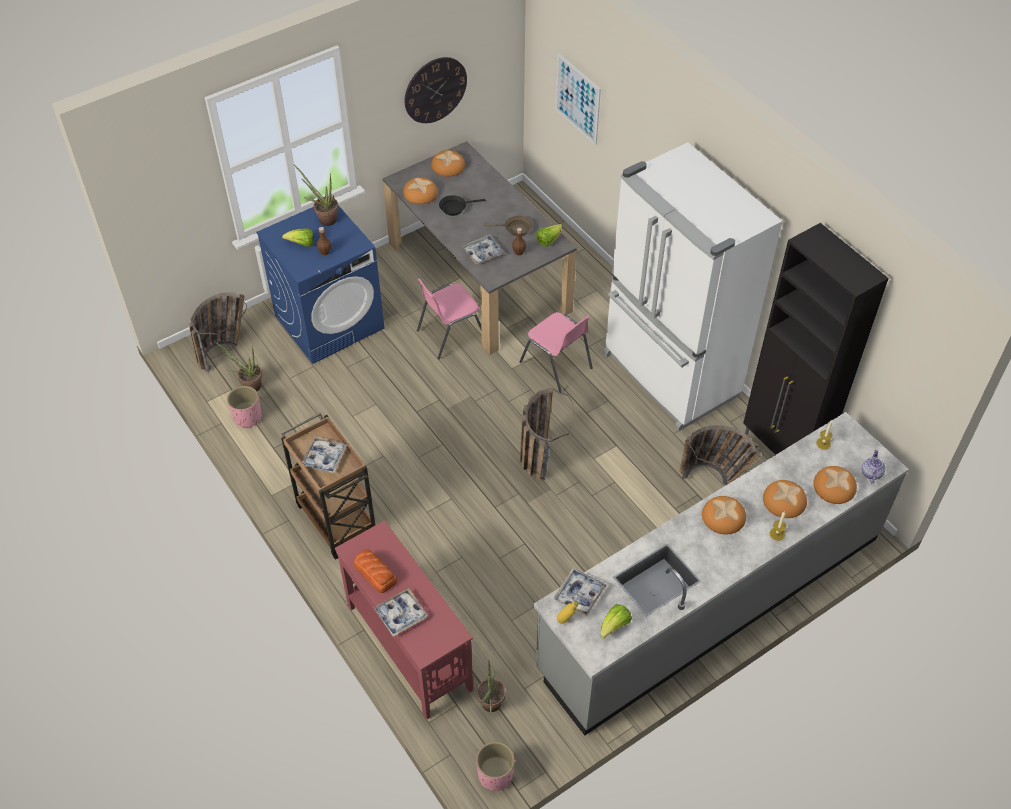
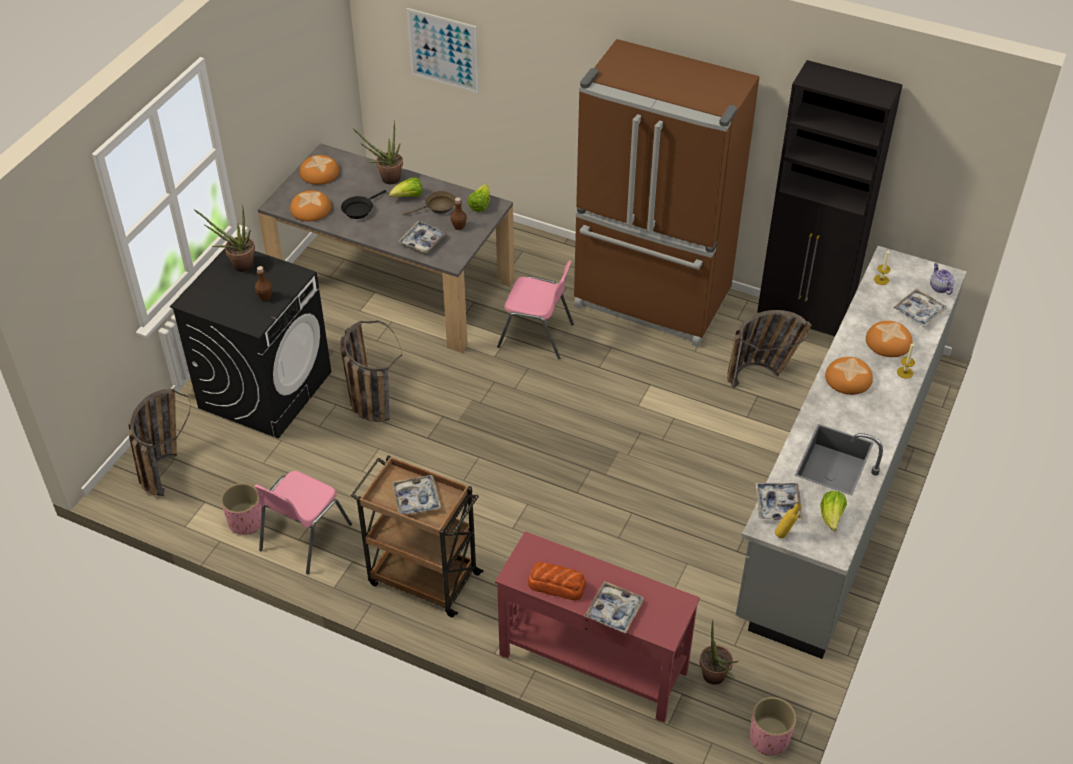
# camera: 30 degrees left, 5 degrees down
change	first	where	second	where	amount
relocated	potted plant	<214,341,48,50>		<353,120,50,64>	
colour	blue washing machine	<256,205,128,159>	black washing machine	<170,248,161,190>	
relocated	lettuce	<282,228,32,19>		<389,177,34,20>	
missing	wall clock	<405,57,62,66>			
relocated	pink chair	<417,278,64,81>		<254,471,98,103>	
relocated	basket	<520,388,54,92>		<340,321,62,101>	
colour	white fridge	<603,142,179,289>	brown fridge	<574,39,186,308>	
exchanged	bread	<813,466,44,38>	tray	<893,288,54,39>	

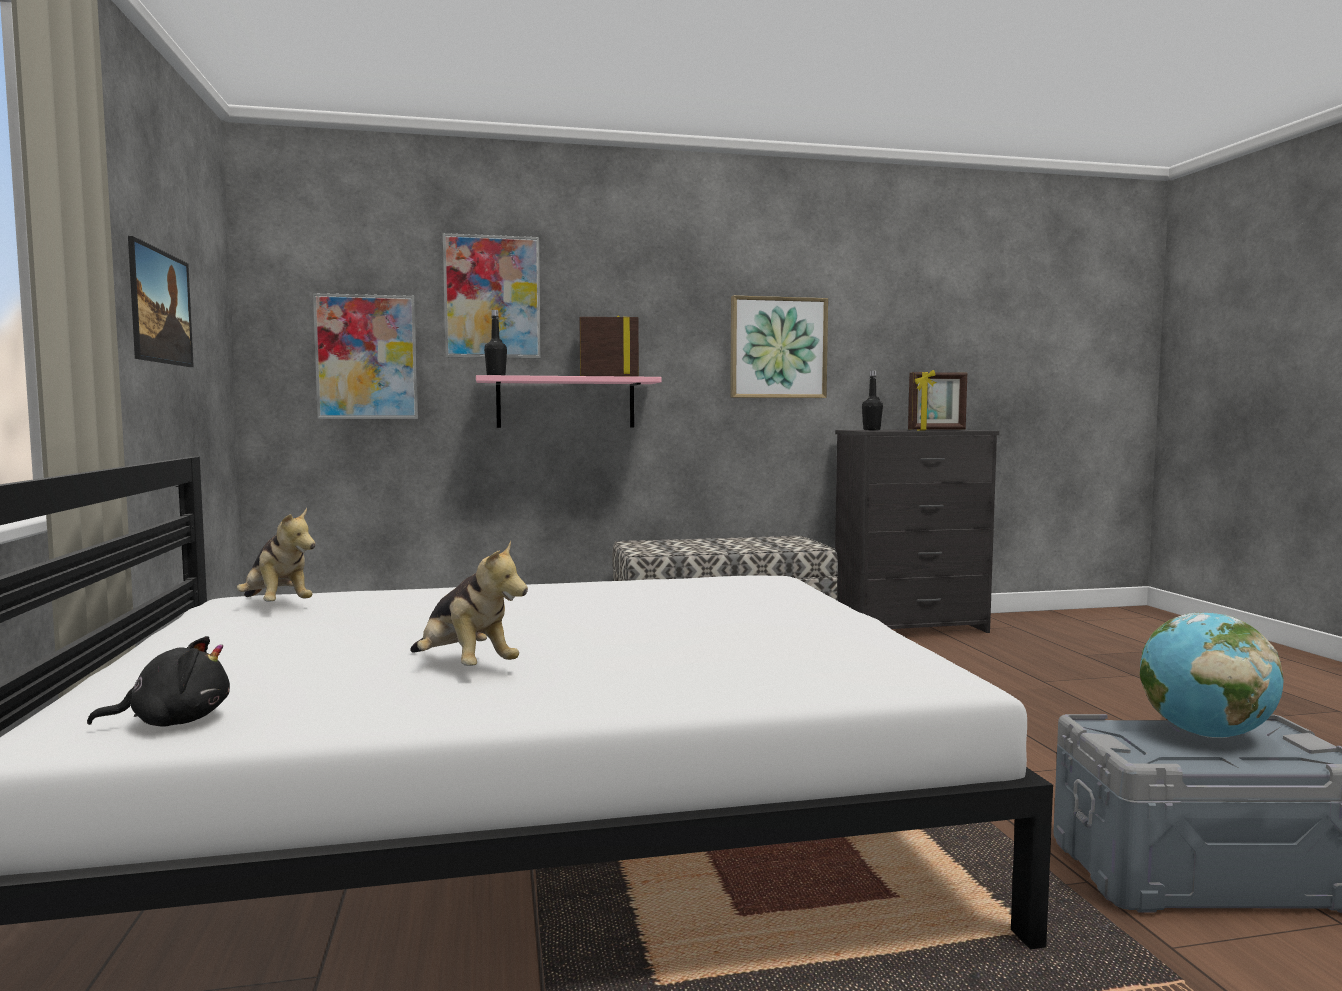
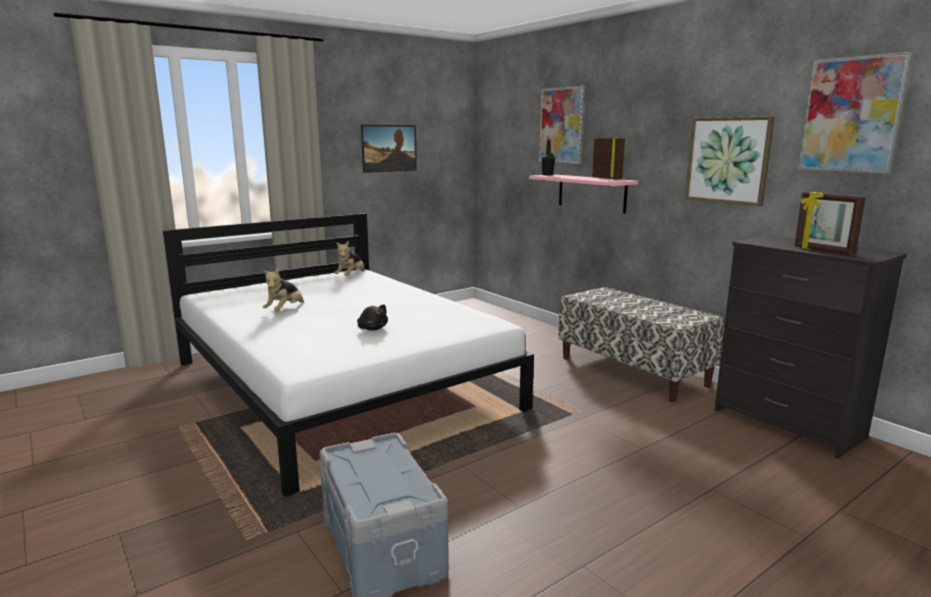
# camera: 65 degrees right, 10 degrees up
change	first	where	second	where	amount
relocated	black plush toy	<87,636,143,91>		<357,304,31,27>	
relocated	picture	<313,293,105,126>		<798,52,115,122>	
missing	black bottle	<862,371,21,59>			
missing	globe	<1140,613,144,125>			

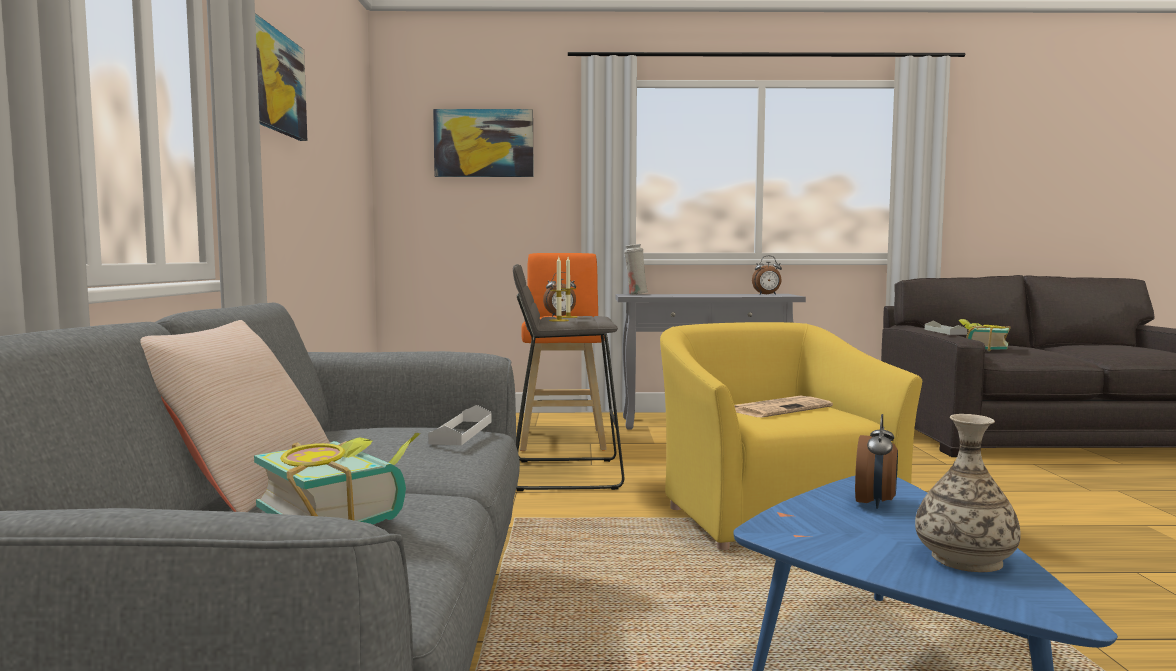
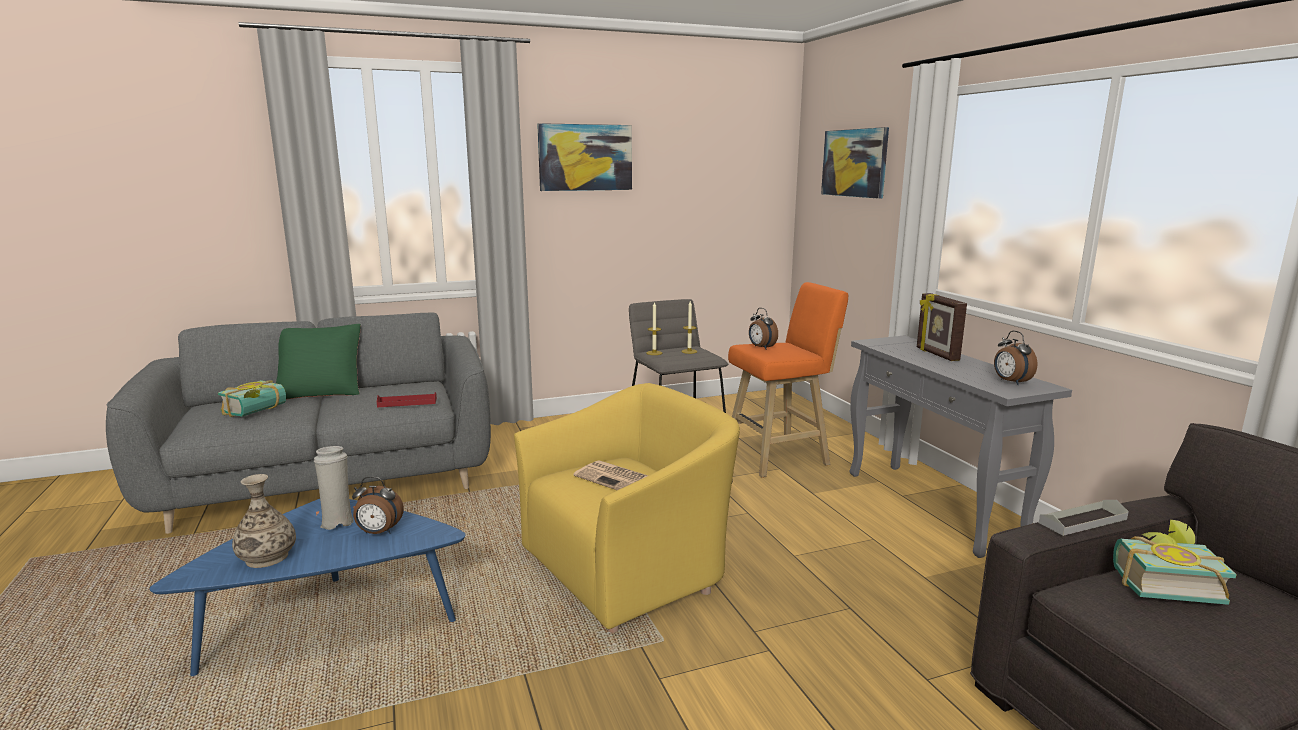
# camera: 70 degrees right, 10 degrees up
change	first	where	second	where	amount
colour	beige pillow	<140,320,190,192>	green pillow	<276,324,85,76>	
colour	white tray	<428,405,64,40>	red tray	<377,392,60,16>	
relocated	white vase	<624,244,24,50>		<314,446,40,84>	
appeared			picture frame	<917,293,50,68>	

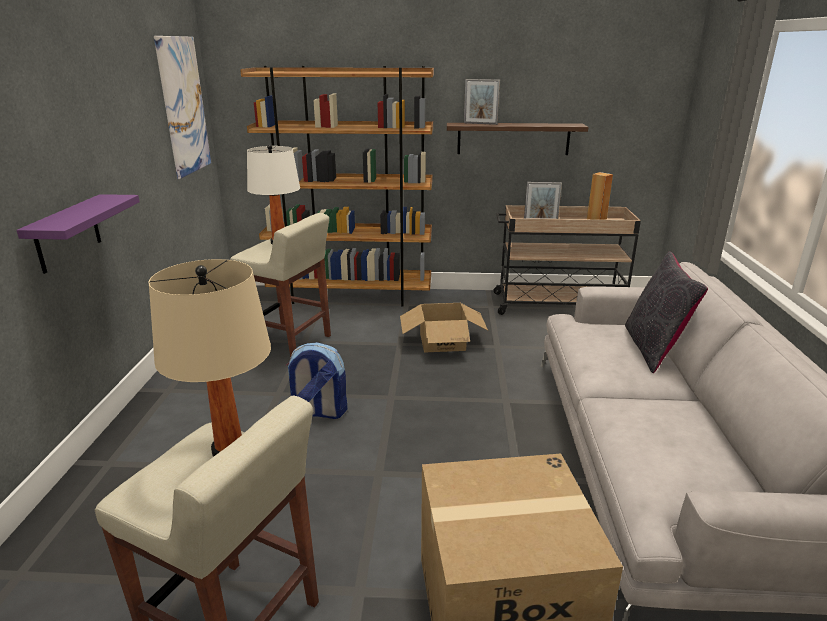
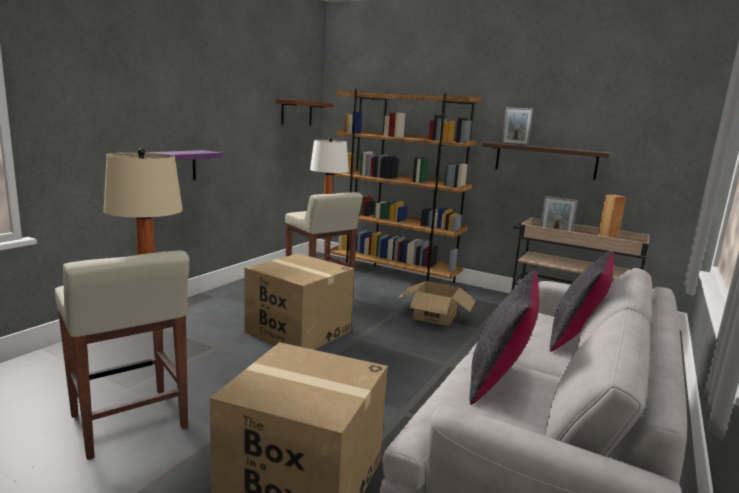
# camera: 25 degrees right, 10 degrees down
change	first	where	second	where	amount
exchanged	picture	<154,36,57,143>	brown shelf	<276,99,57,26>	
exchanged	backpack	<286,342,61,77>	cardboard box	<244,253,110,97>	
appeared			black pillow	<470,270,69,135>	

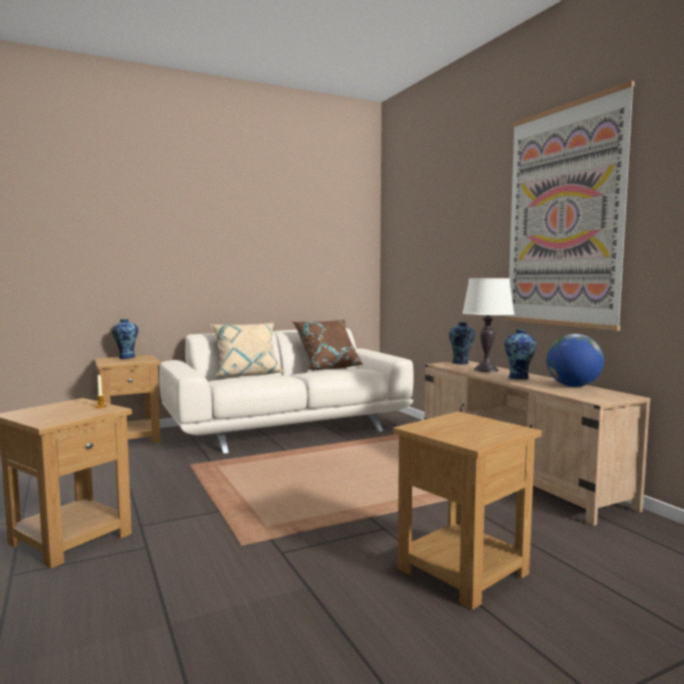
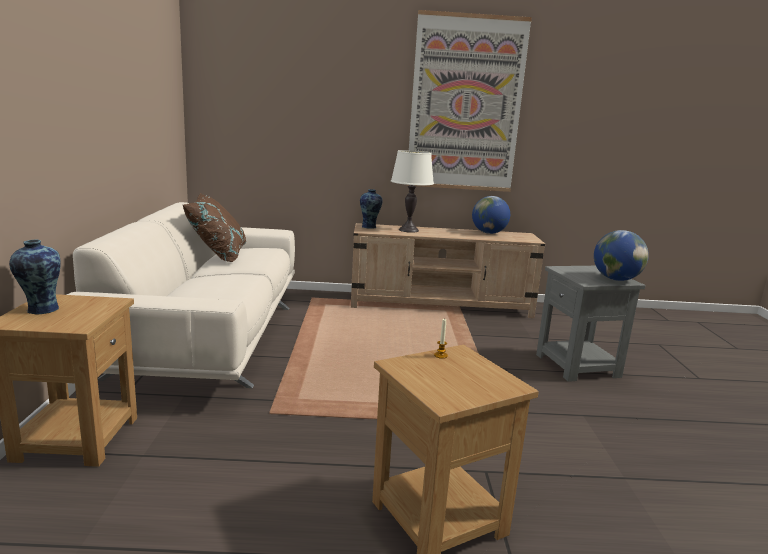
# camera: 65 degrees left, 10 degrees up
change	first	where	second	where	amount
missing	beige pillow	<210,323,75,54>			
colour	brown side table	<393,411,149,199>	grey side table	<536,266,110,116>	
missing	vase	<505,329,32,51>			
appeared			globe	<594,230,55,51>	

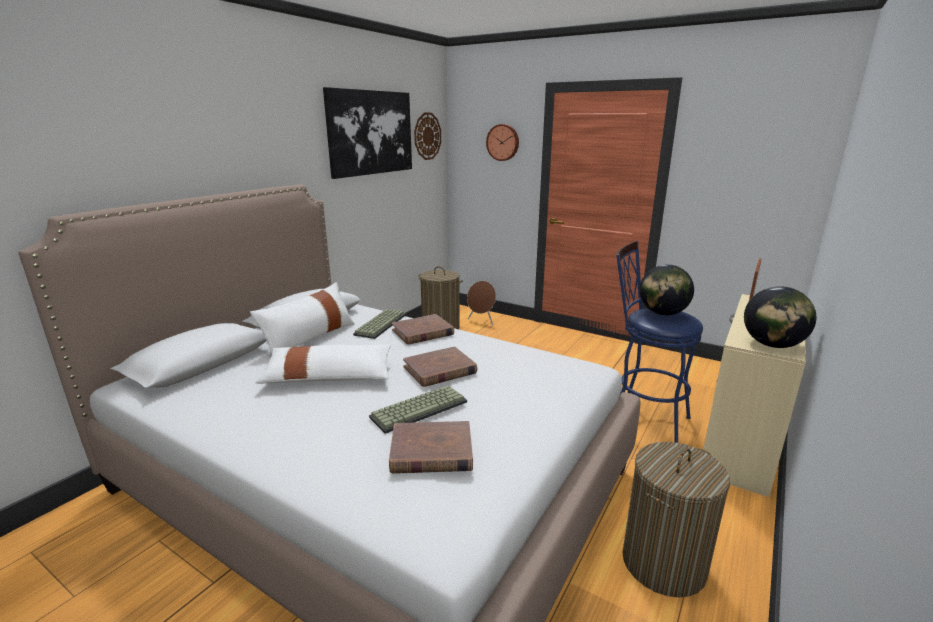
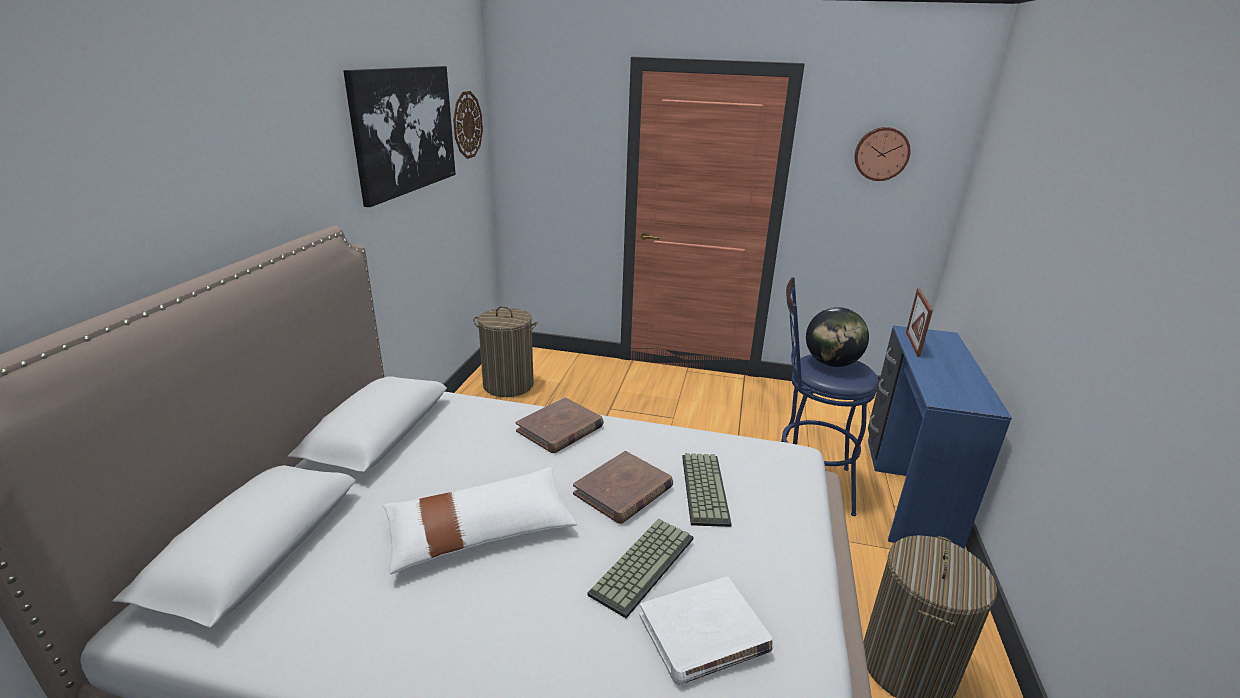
# camera: 20 degrees left, 5 degrees up
change	first	where	second	where	amount
missing	white pillow	<250,282,105,72>			
relocated	keyboard	<353,309,53,30>		<682,453,50,74>	
colour	brown book	<389,421,84,53>	white book	<640,576,133,109>	
missing	brown speaker	<467,281,29,44>			
relocated	wall clock	<486,124,33,37>		<855,127,55,54>	
colour	beige desk	<703,294,103,203>	blue desk	<868,325,144,223>	
missing	globe	<744,286,72,62>			

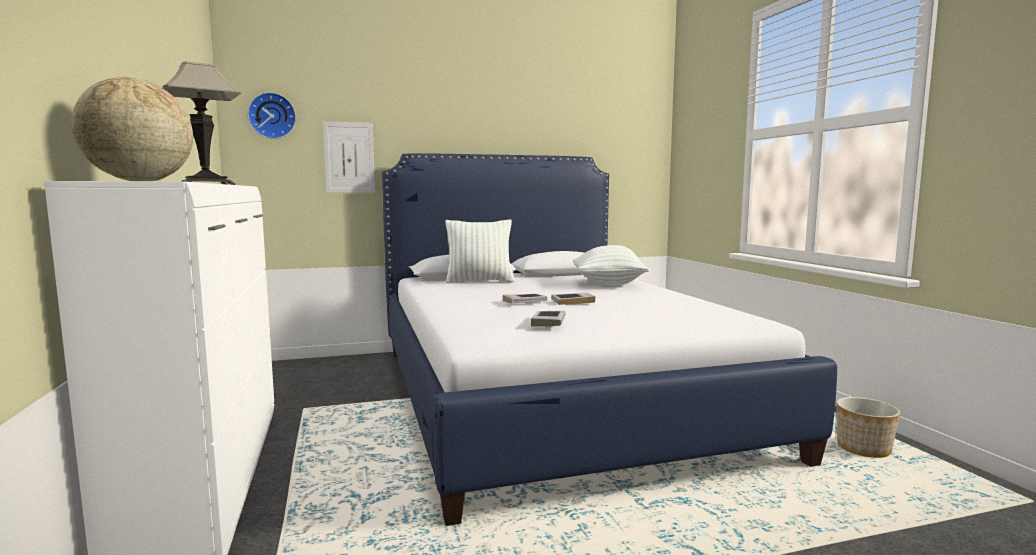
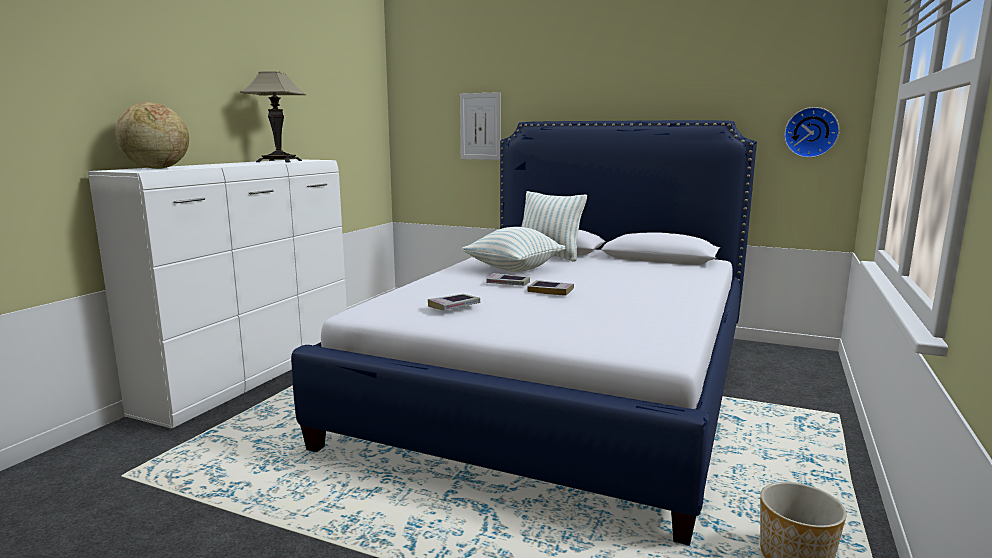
# camera: 40 degrees right, 5 degrees up
change	first	where	second	where	amount
relocated	wall clock	<247,92,49,47>		<784,107,56,51>	
relocated	pillow	<573,245,77,40>		<462,227,103,45>	

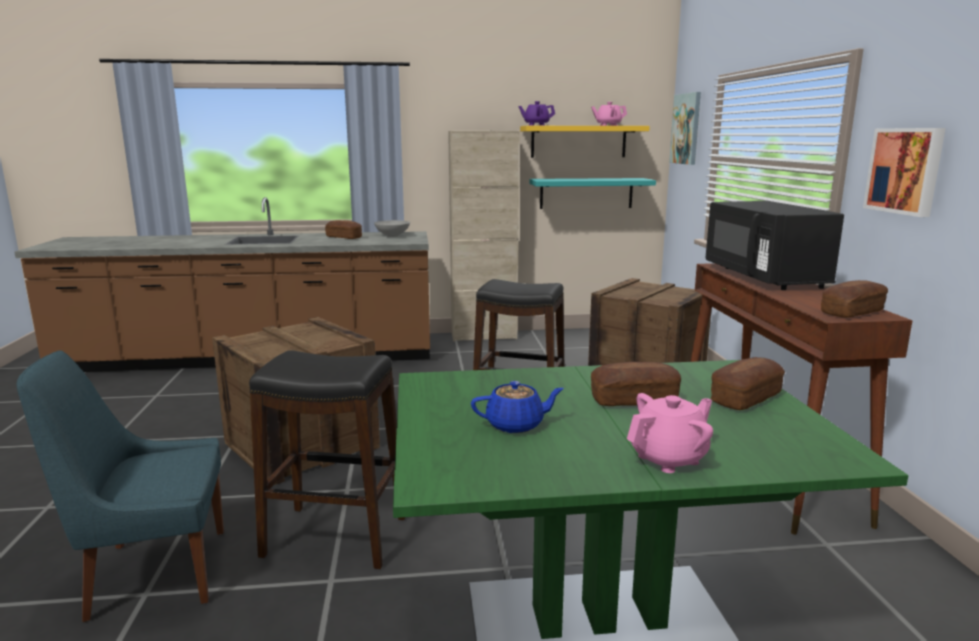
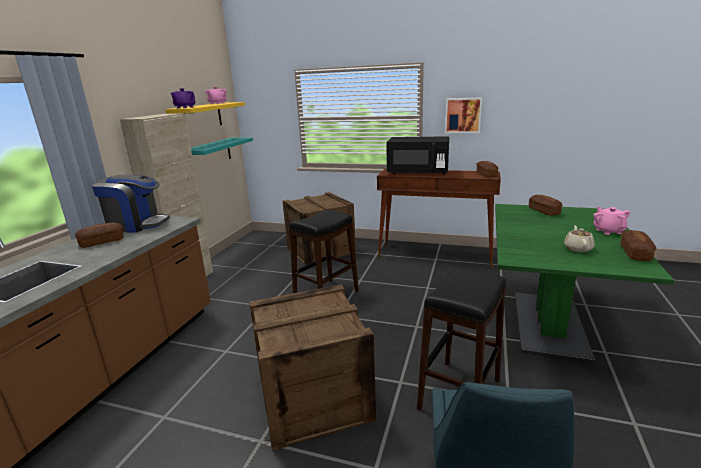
# camera: 65 degrees left, 5 degrees up
change	first	where	second	where	amount
exchanged	grey bowl	<374,220,36,17>	coffee machine	<92,175,78,58>	
colour	blue teapot	<471,381,93,52>	beige teapot	<564,226,31,26>	
relocated	bread	<591,362,90,44>		<620,230,36,31>	
missing	picture	<669,92,32,73>			

